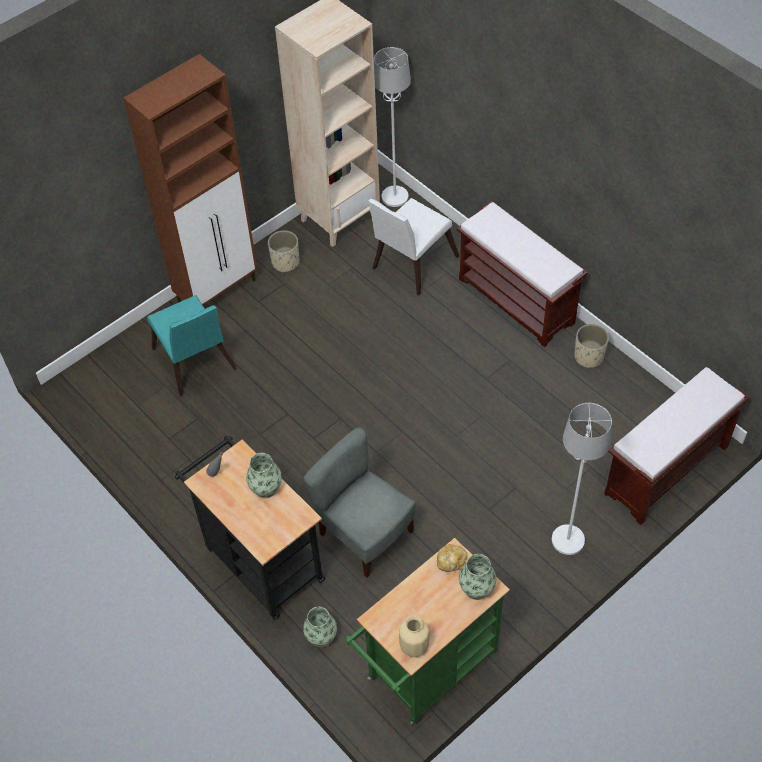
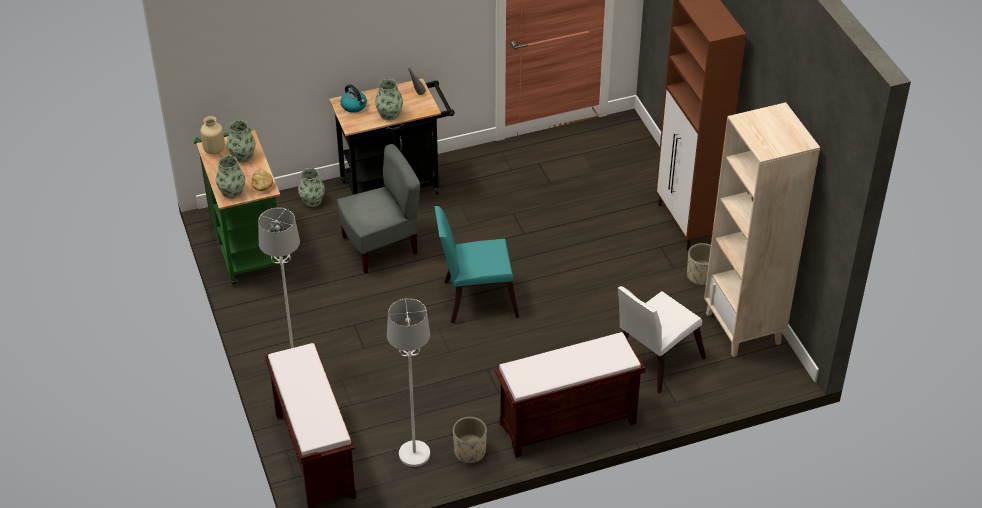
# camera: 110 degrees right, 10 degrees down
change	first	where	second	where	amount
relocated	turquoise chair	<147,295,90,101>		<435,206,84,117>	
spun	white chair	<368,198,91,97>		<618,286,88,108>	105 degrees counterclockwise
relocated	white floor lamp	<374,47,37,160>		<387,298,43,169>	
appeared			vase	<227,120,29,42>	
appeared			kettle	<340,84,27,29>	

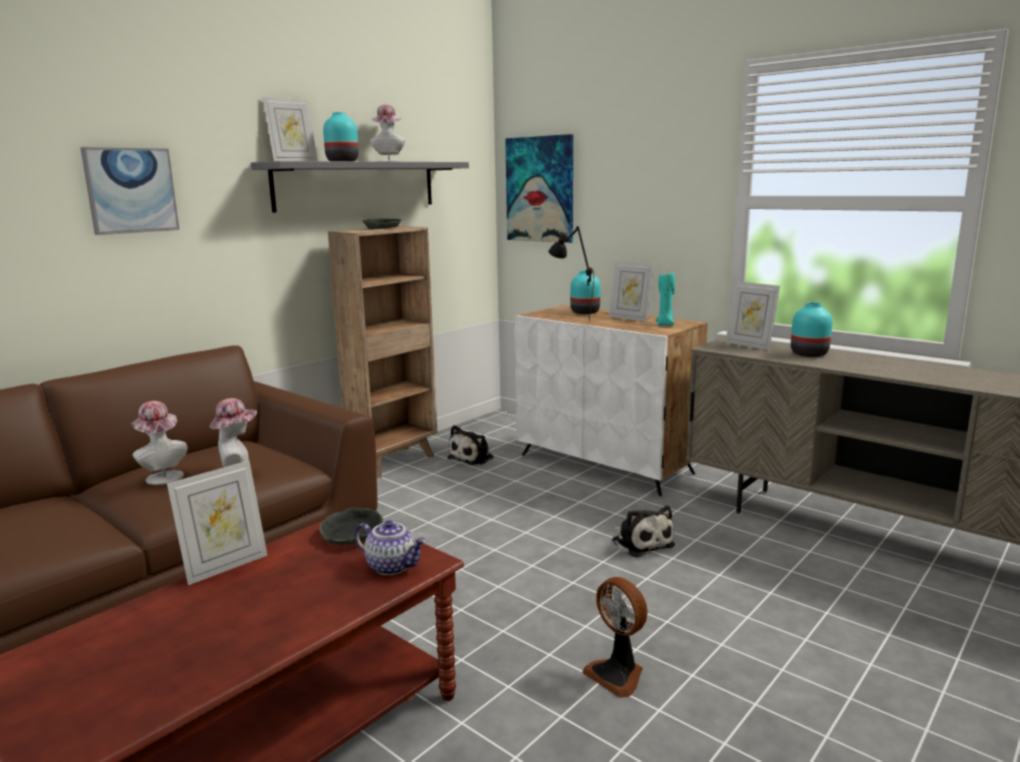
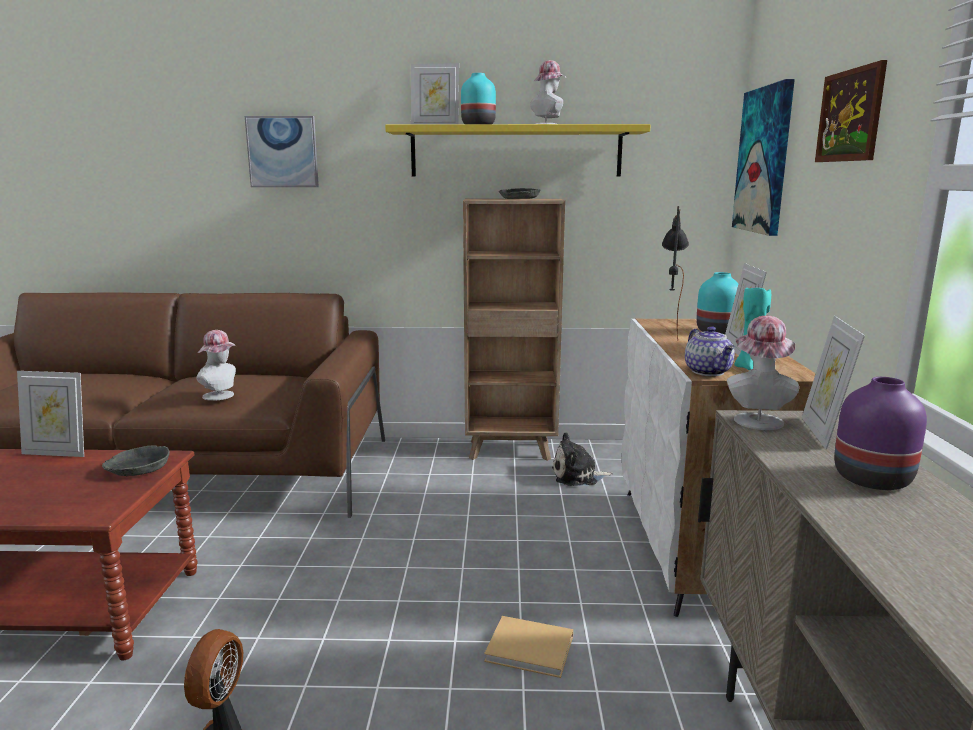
# camera: 50 degrees right, 0 degrees up
change	first	where	second	where	amount
relocated	hat	<131,401,57,84>		<727,316,72,114>	
colour	grey shelf	<251,161,218,52>	yellow shelf	<385,124,266,53>	
relocated	teapot	<355,520,71,55>		<685,326,50,50>	
exchanged	plush toy	<612,506,63,52>	beige book	<484,616,89,62>	
colour	turquoise vase	<791,302,41,55>	purple vase	<834,377,93,113>	
appeared			picture	<815,60,72,102>	

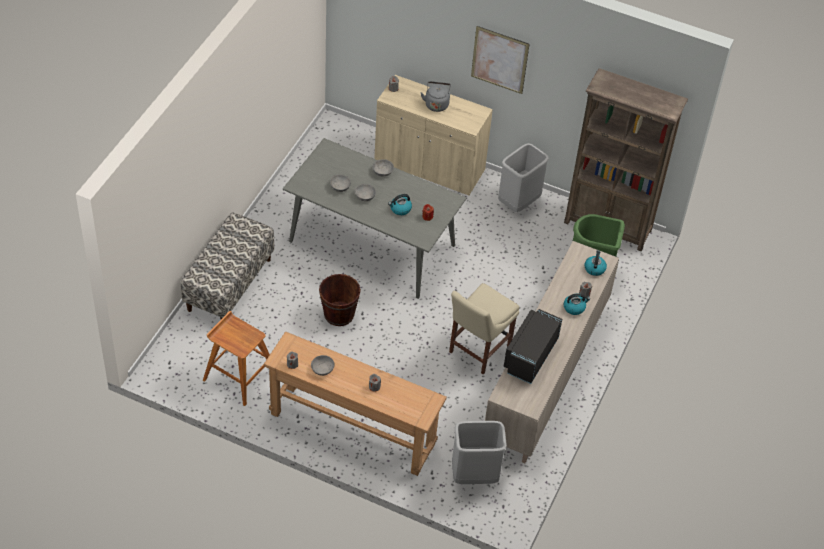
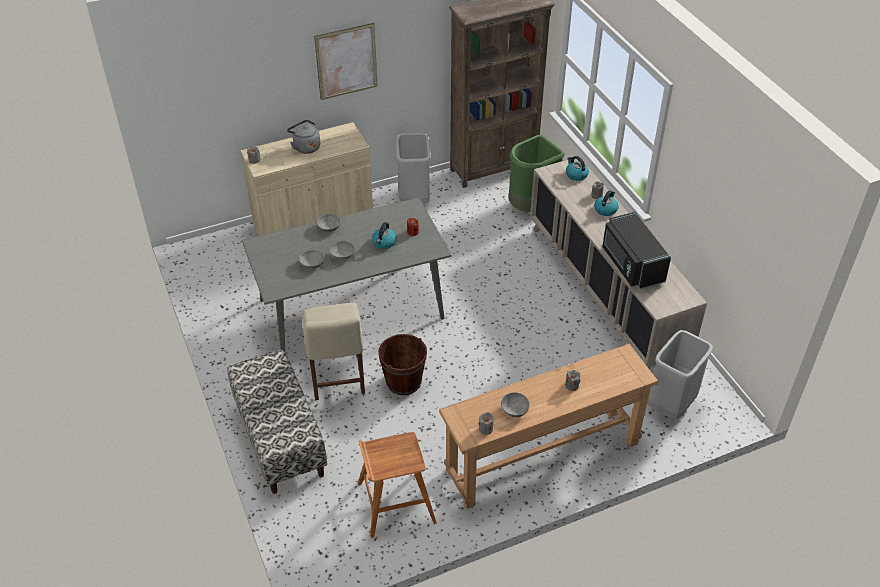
# camera: 45 degrees left, 5 degrees down
change	first	where	second	where	amount
relocated	beige chair	<449,283,70,92>		<302,303,63,97>	

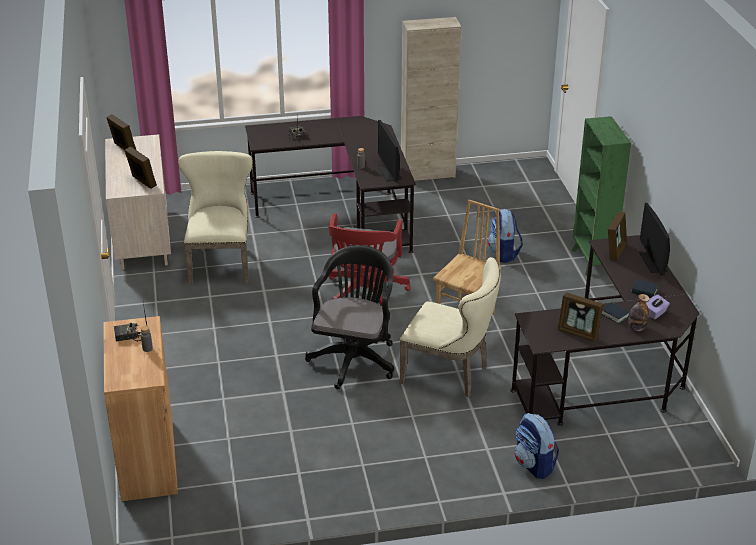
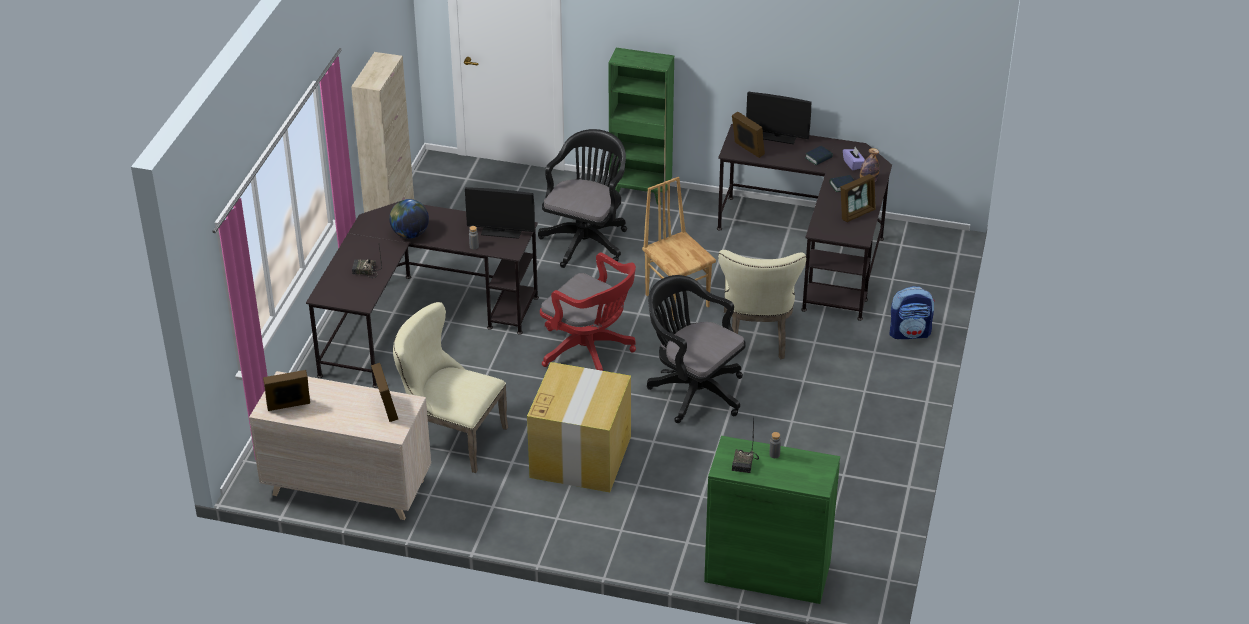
# camera: 65 degrees left, 5 degrees up
change	first	where	second	where	amount
colour	brown cabinet	<103,316,75,185>	green cabinet	<704,436,136,168>	
spun	picture frame	<124,146,33,43>		<371,363,27,59>	90 degrees clockwise
spun	beige chair	<399,257,102,140>		<718,250,88,109>	135 degrees clockwise
exchanged	backpack	<488,209,35,54>	black office chair	<538,129,89,139>	
appeared			globe	<389,199,40,39>	
appeared			cardboard box	<527,362,104,130>	

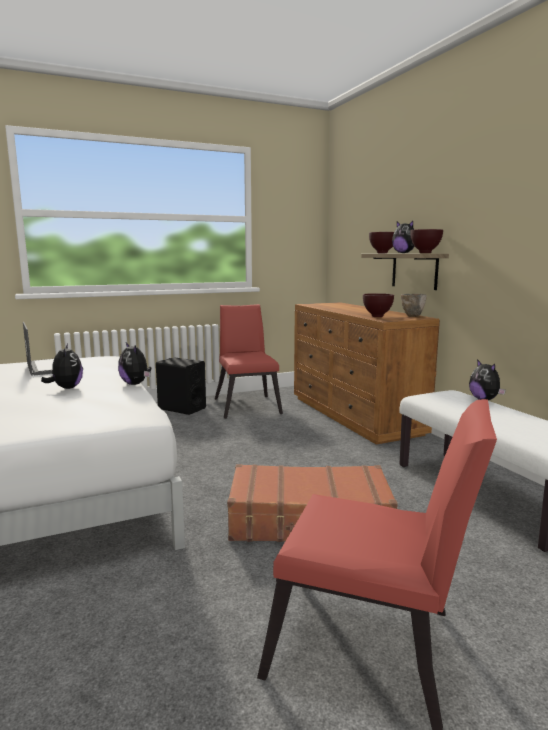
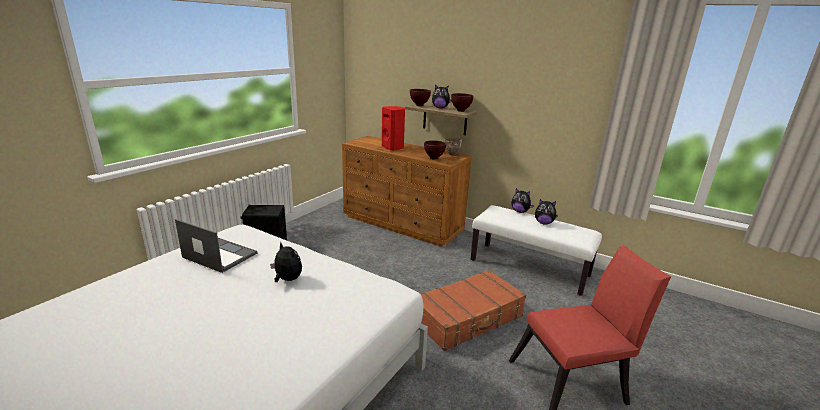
# camera: 35 degrees left, 10 degrees up
change	first	where	second	where	amount
relocated	plush toy	<118,342,33,43>		<535,199,23,26>	
missing	red chair	<215,304,68,115>			
appeared			red speaker	<382,106,23,45>	

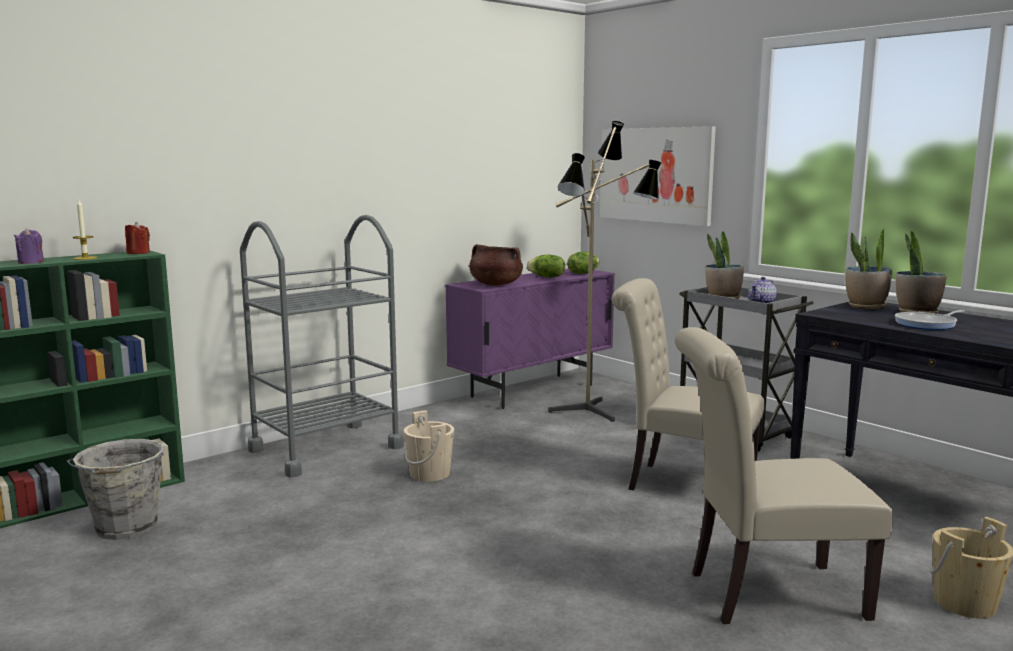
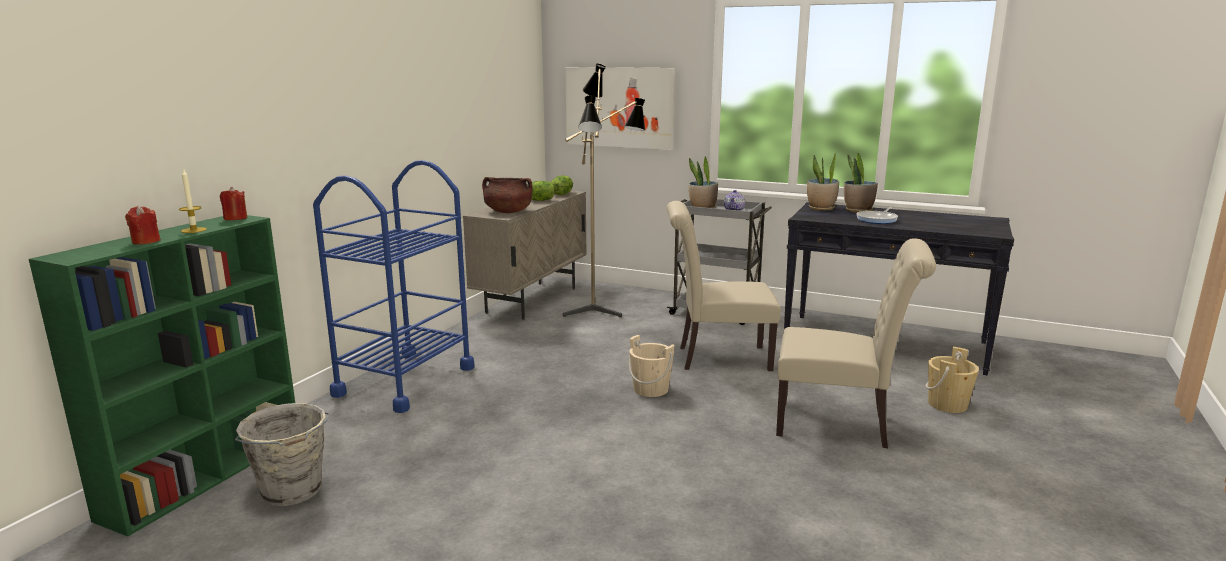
# camera: 25 degrees left, 5 degrees up
change	first	where	second	where	amount
colour	purple candle	<14,228,30,36>	red candle	<125,206,36,39>	
colour	grey cart	<240,215,164,263>	blue cart	<313,160,162,253>	
relocated	beige bucket	<404,410,50,72>		<629,335,45,62>	
colour	purple cabinet	<445,268,170,141>	beige cabinet	<463,191,124,129>	
spun	beige chair	<675,327,219,297>		<776,238,160,210>	135 degrees counterclockwise

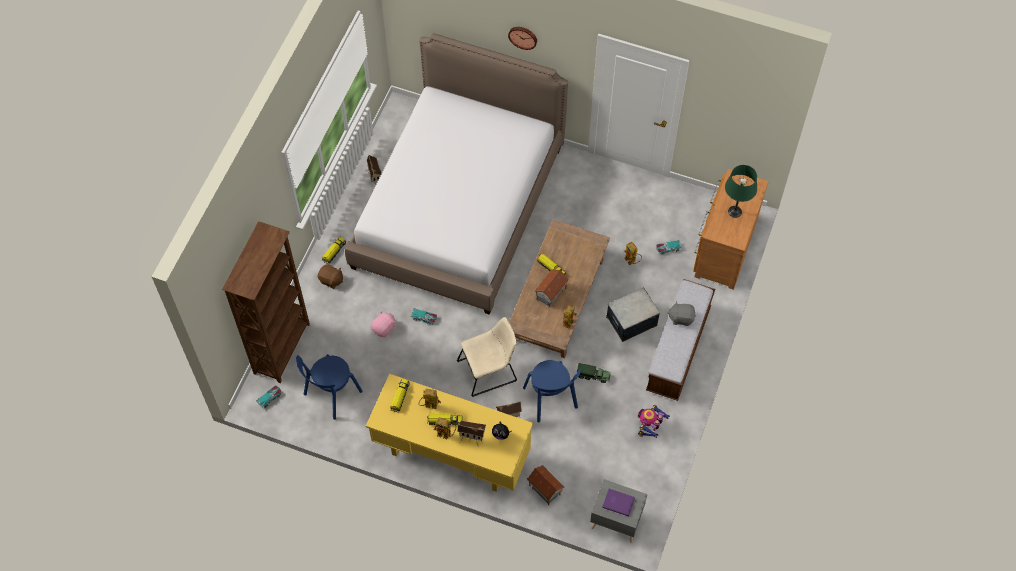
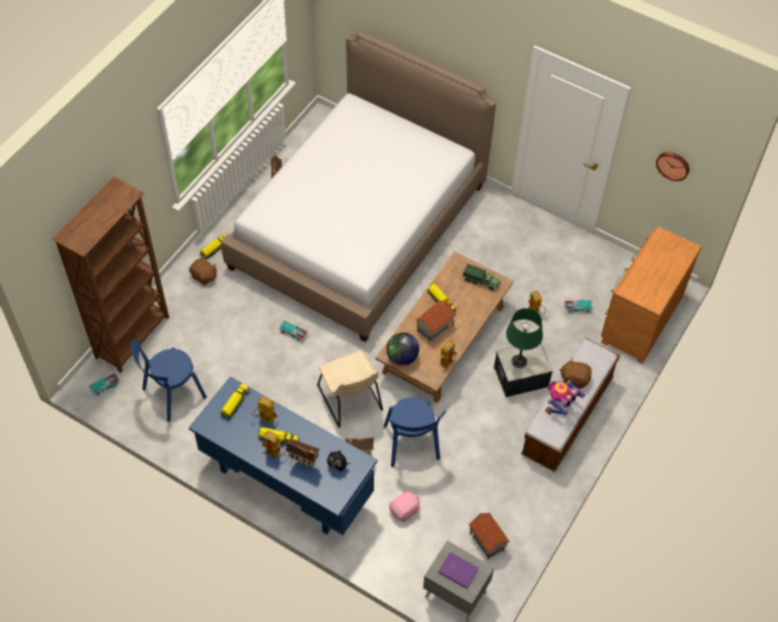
# camera: 10 degrees right, 5 degrees down
change	first	where	second	where	amount
colour	yellow desk	<366,374,167,118>	blue desk	<189,376,188,159>	
relocated	pink plush toy	<371,311,25,27>		<389,489,31,33>	
spun	beige chair	<457,317,60,80>		<317,350,66,78>	75 degrees clockwise
relocated	wall clock	<508,27,29,23>		<656,152,33,29>	
relocated	toy house	<527,465,37,40>		<469,512,41,48>	
relocated	toy truck	<577,363,34,20>		<463,264,38,27>	
relocated	toy robot	<638,405,32,33>		<545,379,40,37>	
colour	grey plush toy	<667,301,29,25>	brown plush toy	<559,358,33,31>	
relocated	green table lamp	<725,165,32,53>		<506,308,37,60>	
appeared			globe	<386,333,33,32>	

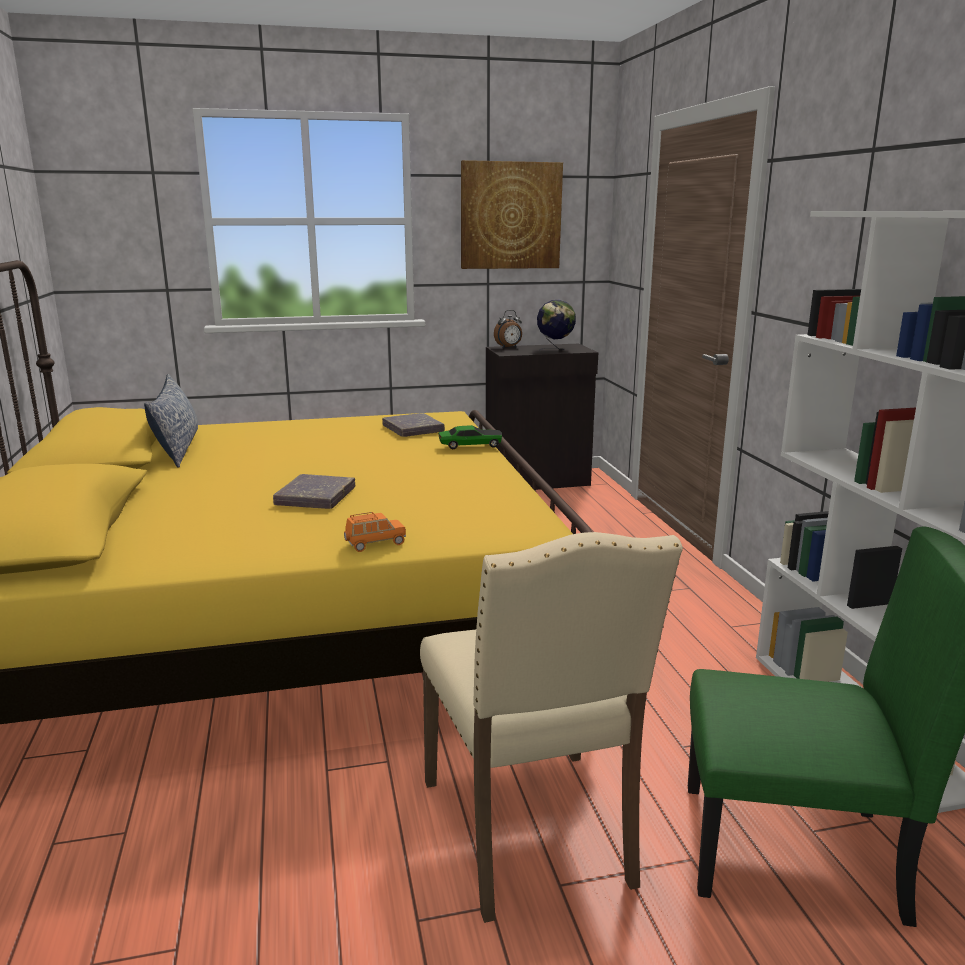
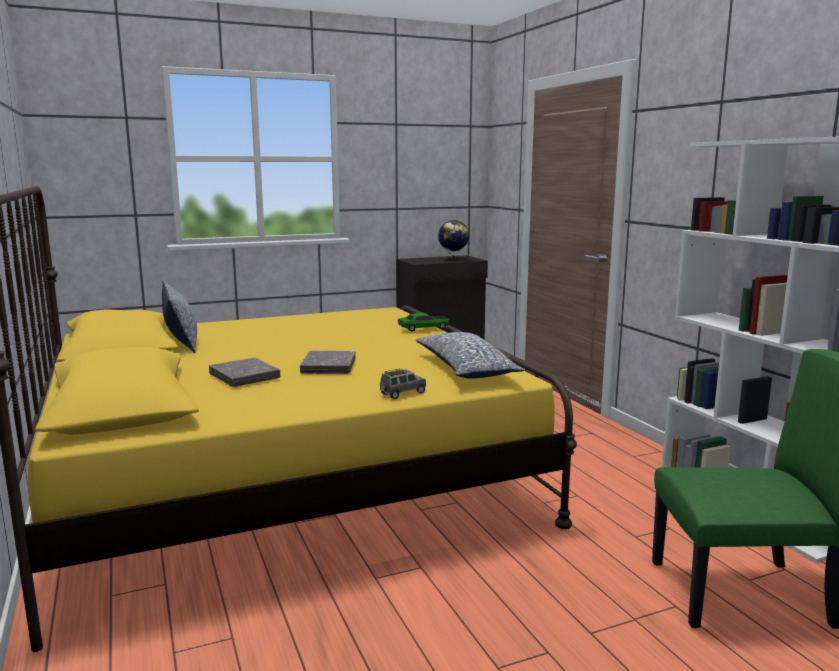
# camera: 10 degrees left, 5 degrees down
change	first	where	second	where	amount
colour	orange toy car	<344,512,62,40>	grey toy car	<380,369,46,30>	
relocated	grey book	<382,413,63,24>		<209,358,72,29>	
missing	beige chair	<420,532,263,391>			
missing	picture	<461,160,102,109>			
missing	alarm clock	<494,310,28,38>			
appeared			pillow	<416,332,108,47>	

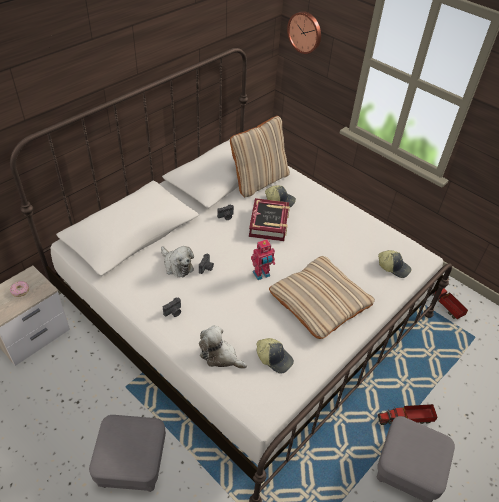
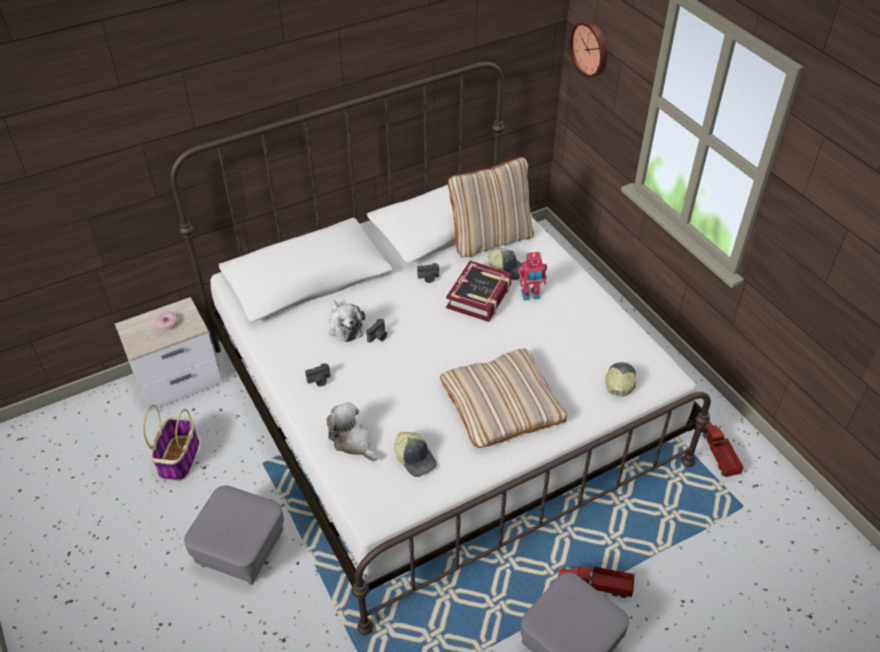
# camera: 20 degrees right, 0 degrees up
change	first	where	second	where	amount
relocated	toy robot	<251,239,24,41>		<518,252,29,49>	
spun	cap	<378,250,33,28>		<605,362,31,34>	120 degrees counterclockwise
appeared			basket	<143,405,56,76>	

